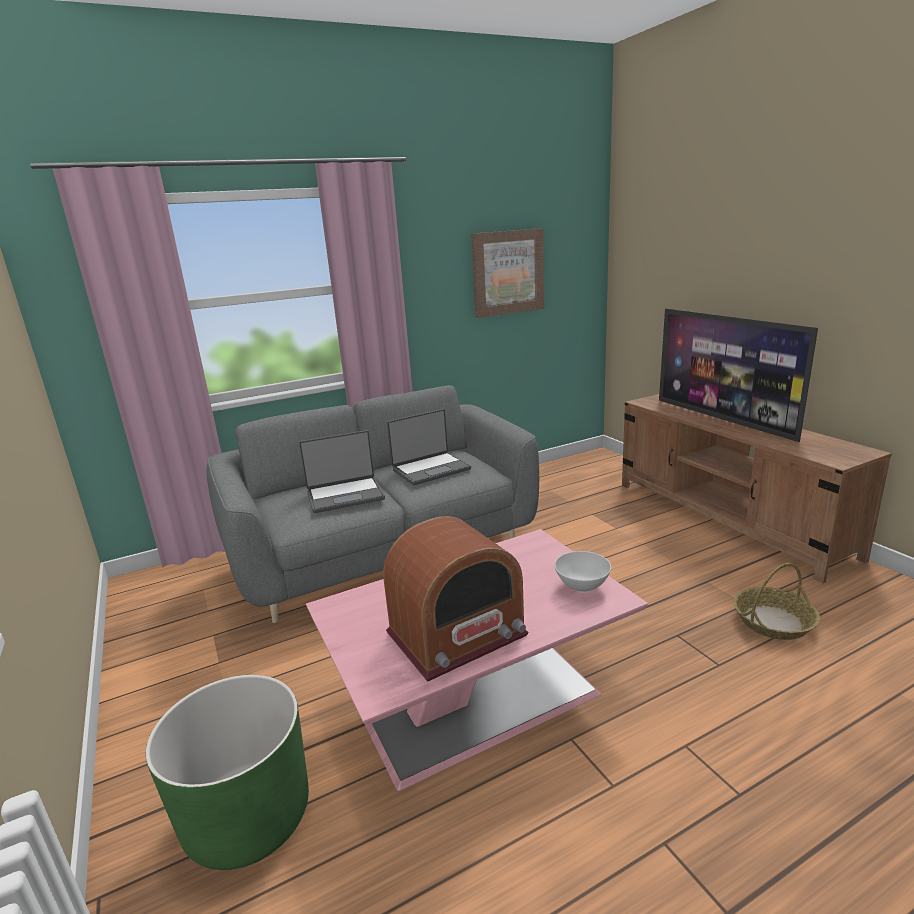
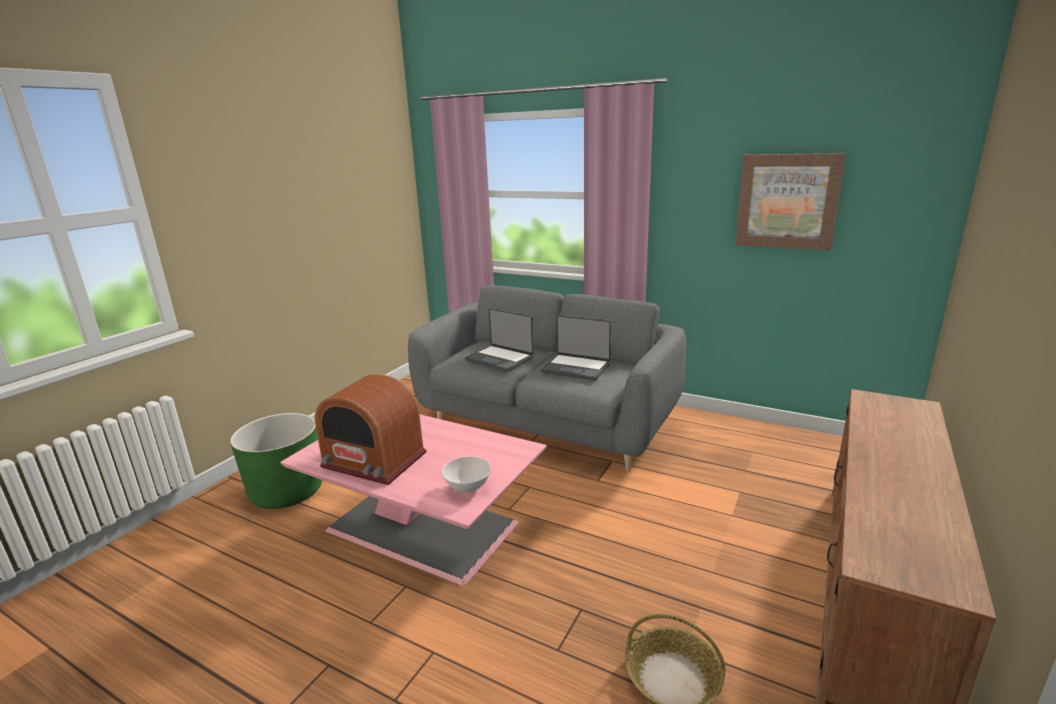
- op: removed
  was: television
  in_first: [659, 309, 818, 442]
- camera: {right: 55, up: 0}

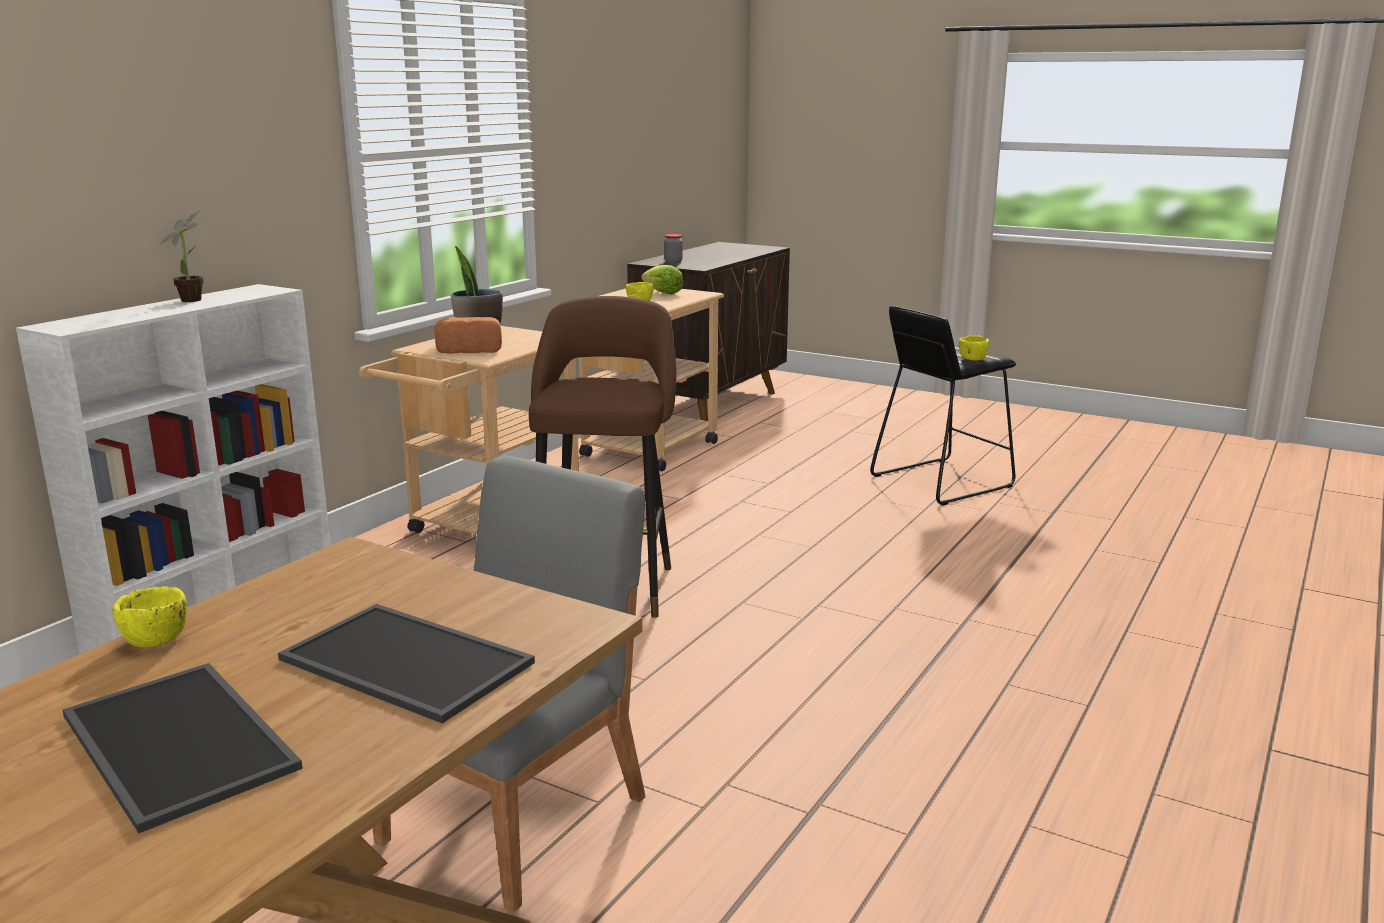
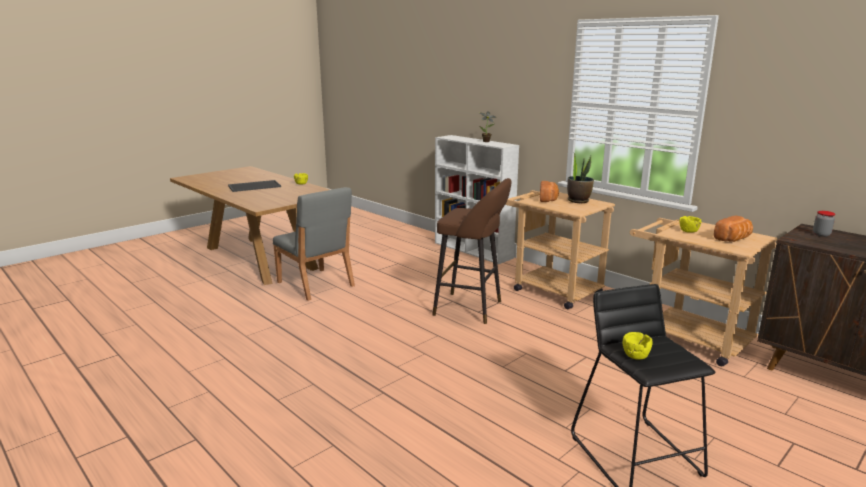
- op: replaced
  was: lettuce
  now: bread
  in_first: [641, 265, 683, 294]
  in_second: [714, 215, 753, 242]
- op: removed
  was: tray
  in_first: [278, 604, 535, 723]
- camera: {right: 105, up: 0}

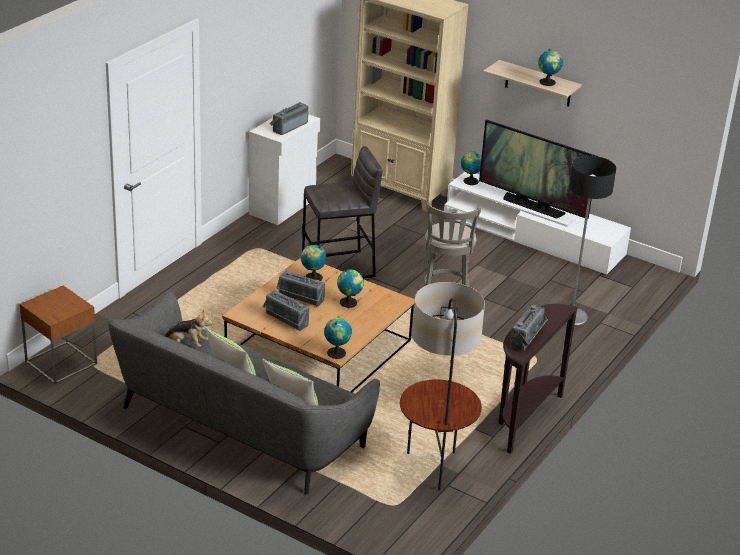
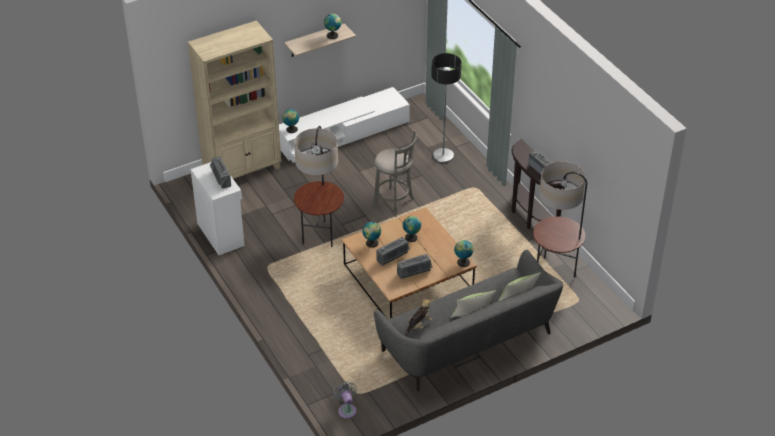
- op: removed
  was: television
  in_first: [479, 119, 596, 219]
- op: replaced
  was: grey stool
  now: floor lamp
  in_first: [302, 146, 382, 279]
  in_second: [294, 126, 344, 247]
- op: replaced
  was: brown side table
  now: grey fan
  in_first: [20, 286, 97, 384]
  in_second: [333, 382, 357, 419]
- camera: {right: -60, up: 10}

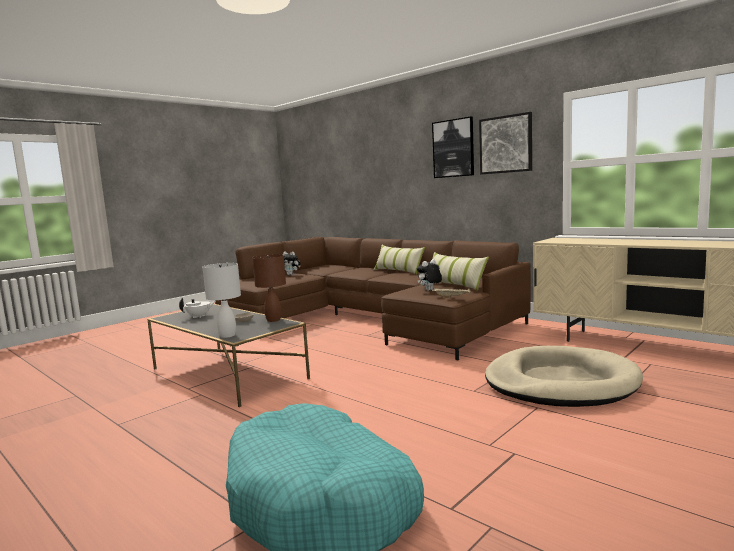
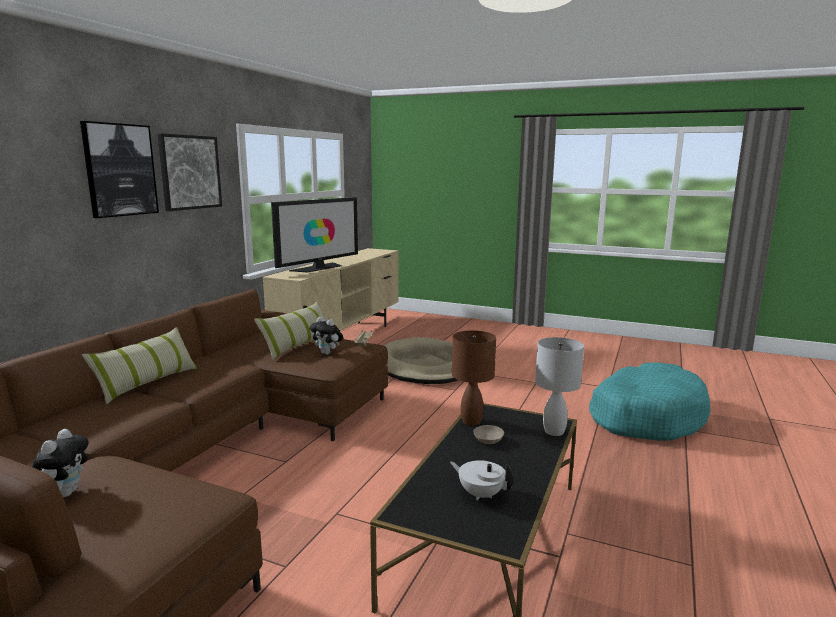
- op: added
  now: television
  in_second: [271, 197, 358, 273]
- camera: {right: -110, up: 5}

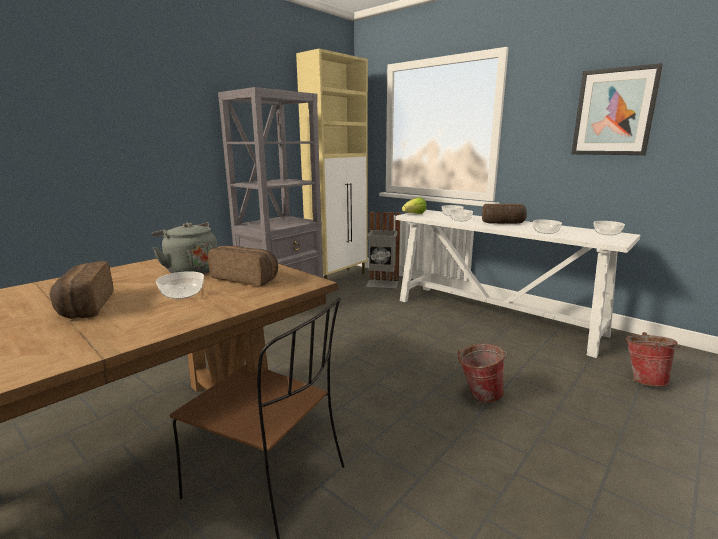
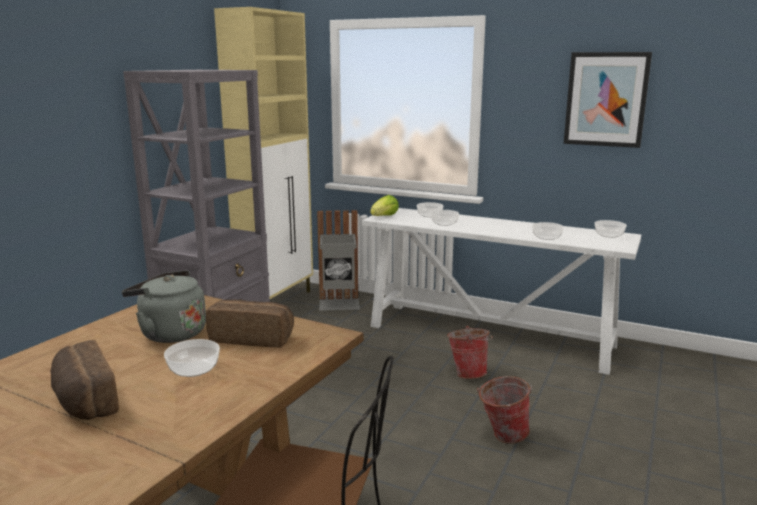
- op: removed
  was: bread
  in_first: [482, 204, 527, 224]
- op: moved
  was: bucket
  in_first: [626, 332, 681, 386]
  in_second: [447, 326, 493, 379]
- camera: {right: -15, up: 0}

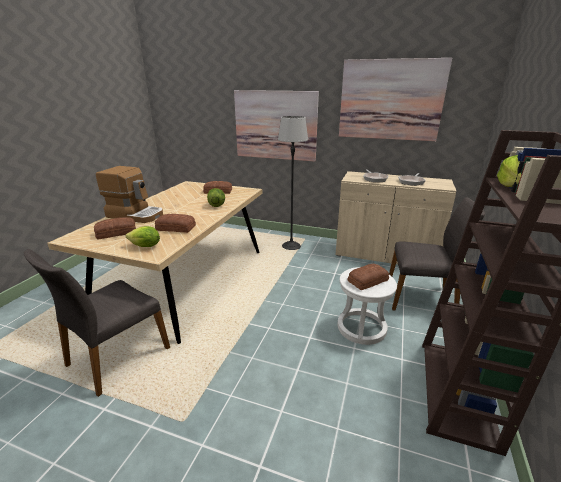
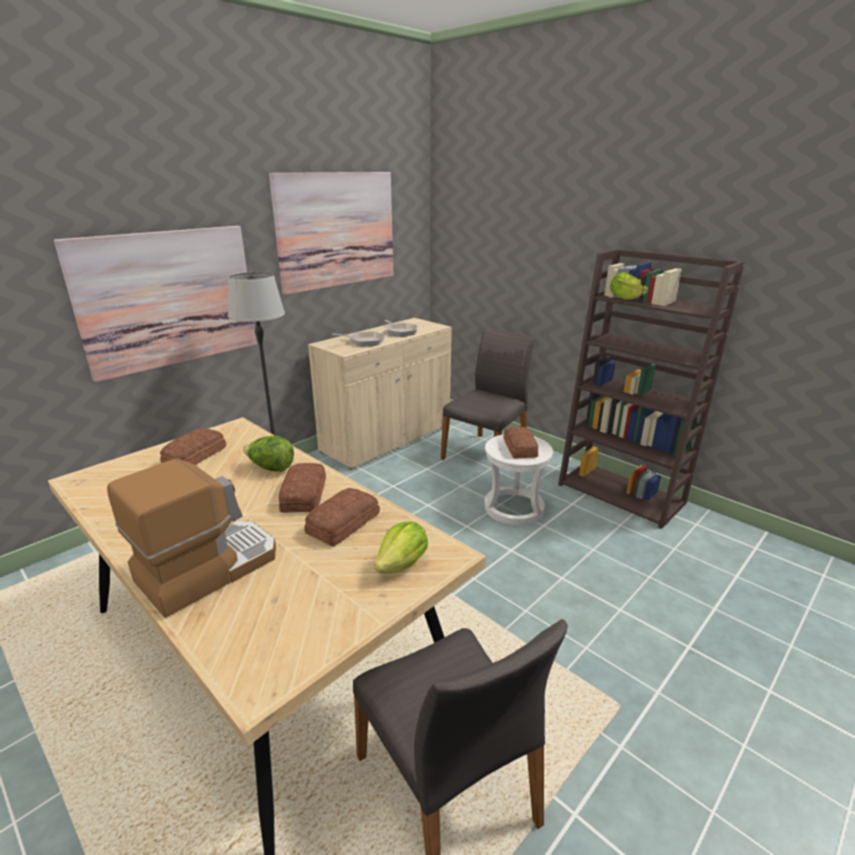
- op: moved
  was: bread
  in_first: [94, 217, 136, 240]
  in_second: [279, 463, 326, 513]
- camera: {right: -65, up: 0}

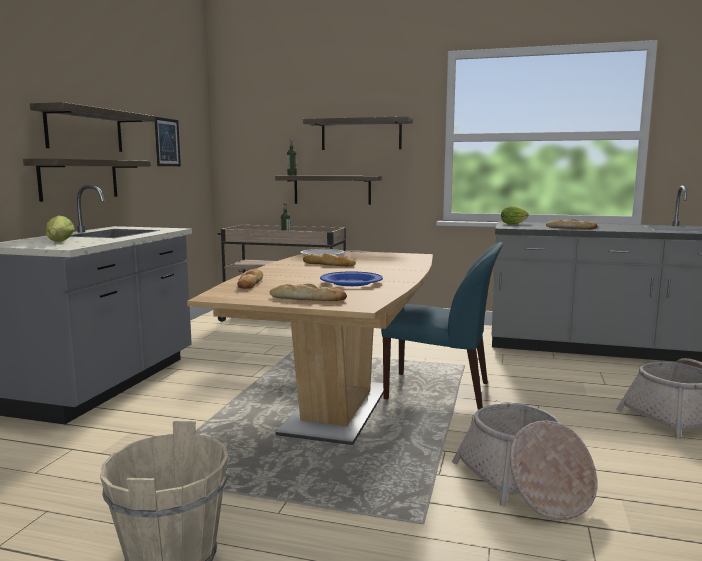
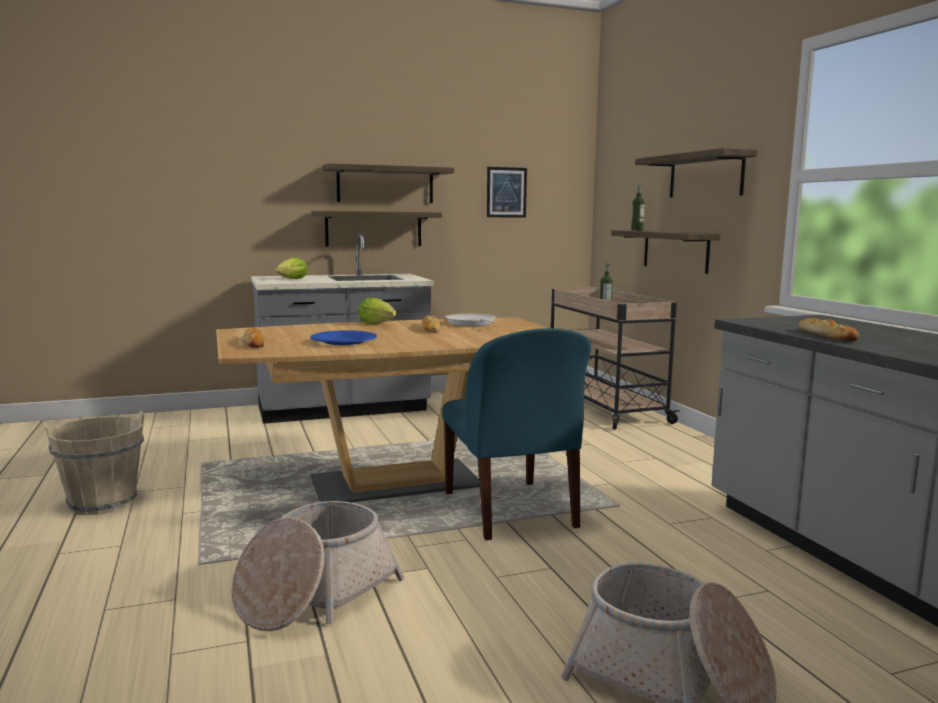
- op: moved
  was: lettuce
  in_first: [501, 206, 529, 224]
  in_second: [358, 297, 396, 324]
- op: removed
  was: bread
  in_first: [237, 268, 263, 289]
- camera: {right: 55, up: 0}

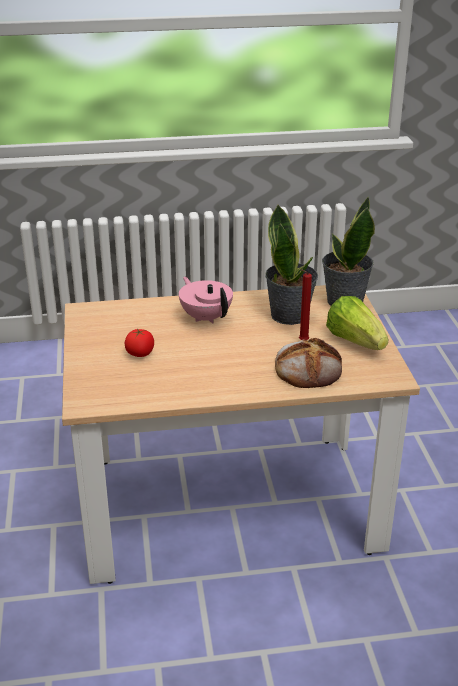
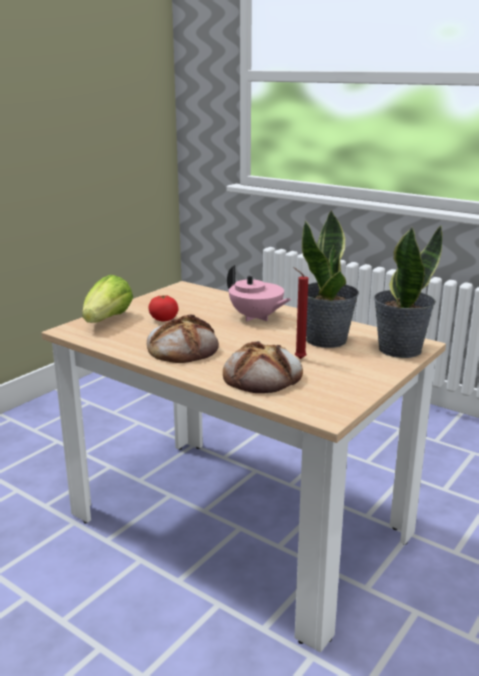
- op: turned
  was: pink teapot
  in_first: [179, 276, 233, 324]
  in_second: [227, 265, 291, 322]
  clockwise: 120
- op: moved
  was: lettuce
  in_first: [326, 296, 388, 350]
  in_second: [82, 275, 133, 323]
- op: added
  now: bread
  in_second: [147, 314, 219, 363]
- camera: {right: 45, up: -10}

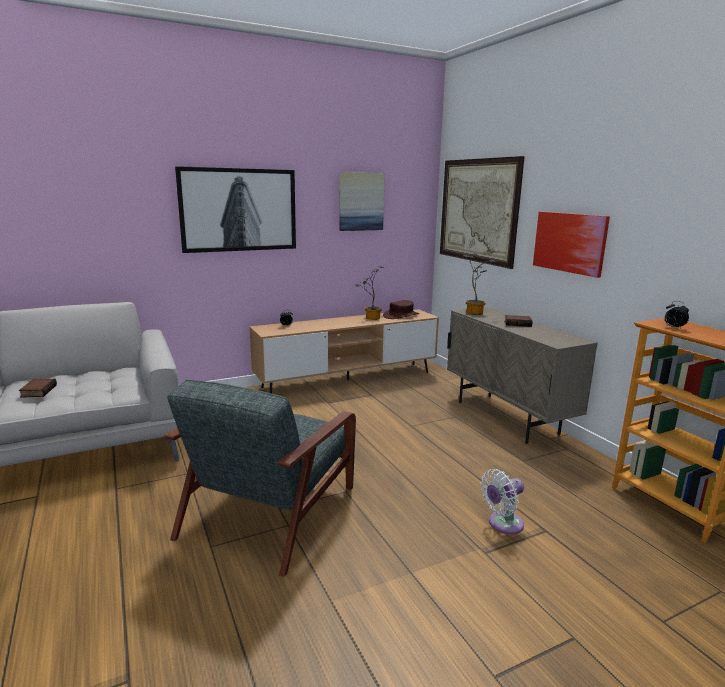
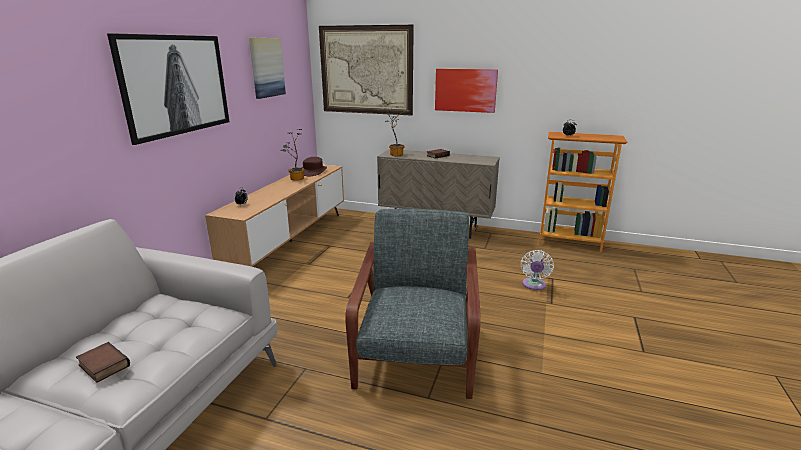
- op: turned
  was: grey armchair
  in_first: [164, 380, 356, 577]
  in_second: [345, 209, 481, 399]
  clockwise: -150
- camera: {right: -45, up: 5}

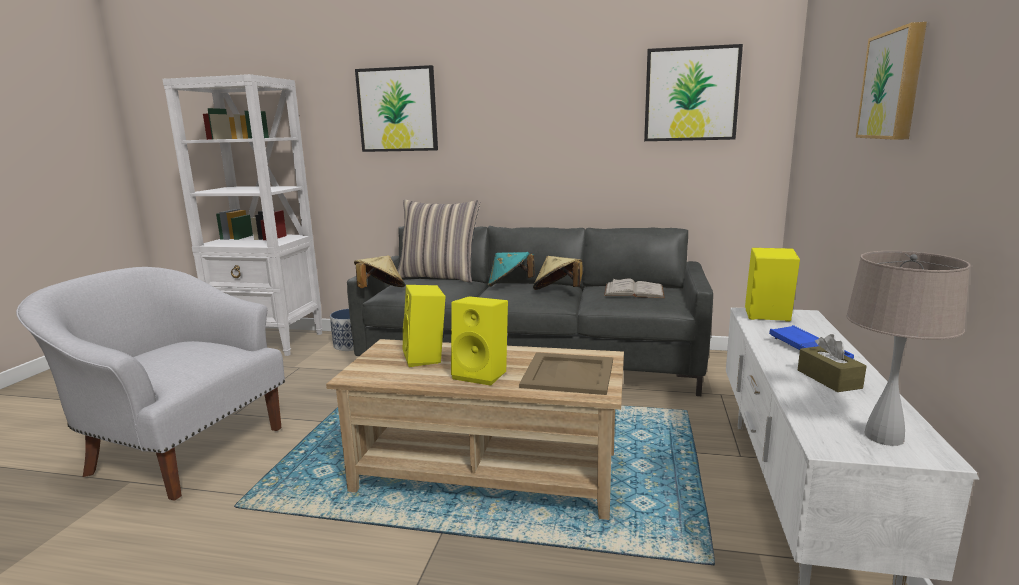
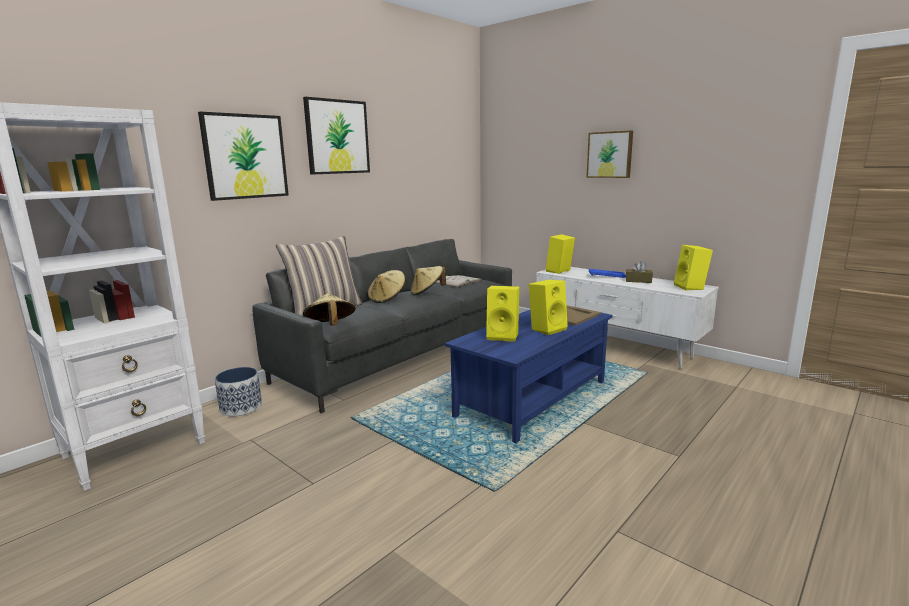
- op: moved
  was: picture
  in_first: [644, 44, 743, 141]
  in_second: [303, 97, 370, 175]
- op: replaced
  was: beige table lamp
  now: yellow speaker
  in_first: [846, 251, 970, 446]
  in_second: [674, 245, 713, 291]
- op: recoloured
  was: turquoise hat
  now: beige hat
  in_first: [488, 252, 535, 287]
  in_second: [368, 270, 406, 303]
- op: removed
  was: white armchair
  in_first: [16, 267, 285, 501]
- op: recoloured
  was: beige coffee table
  now: blue coffee table
  in_first: [326, 339, 624, 520]
  in_second: [445, 310, 612, 443]
- camera: {right: -60, up: 0}

